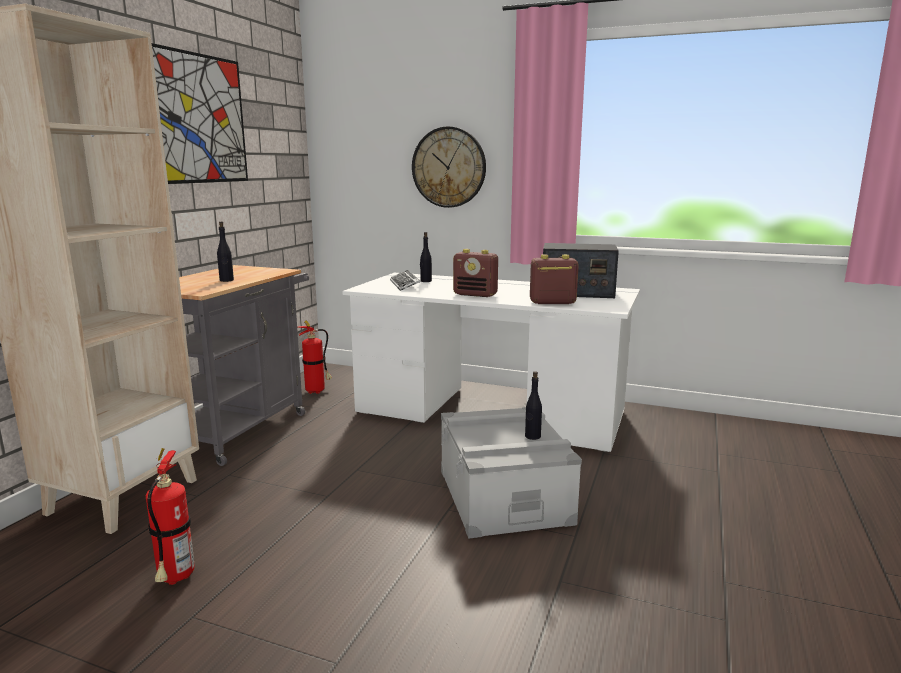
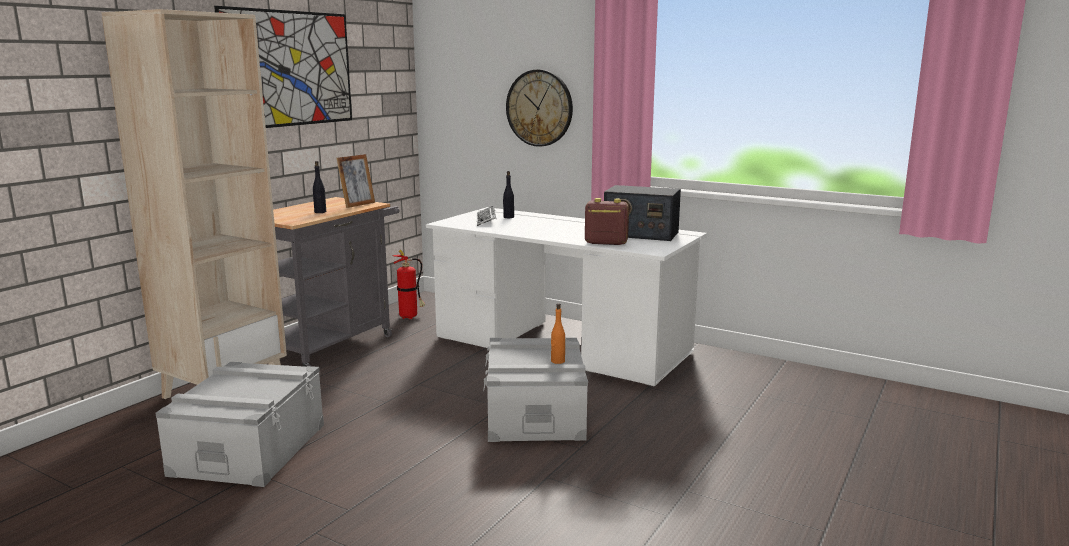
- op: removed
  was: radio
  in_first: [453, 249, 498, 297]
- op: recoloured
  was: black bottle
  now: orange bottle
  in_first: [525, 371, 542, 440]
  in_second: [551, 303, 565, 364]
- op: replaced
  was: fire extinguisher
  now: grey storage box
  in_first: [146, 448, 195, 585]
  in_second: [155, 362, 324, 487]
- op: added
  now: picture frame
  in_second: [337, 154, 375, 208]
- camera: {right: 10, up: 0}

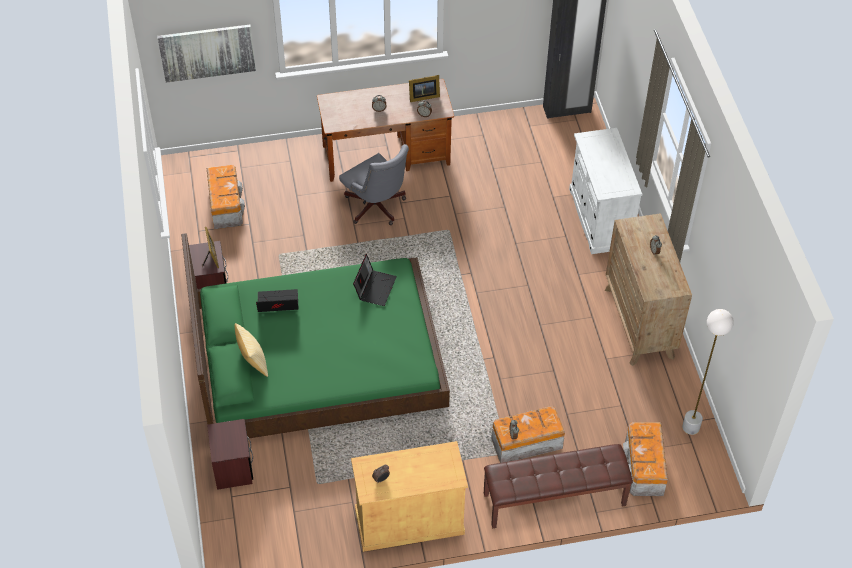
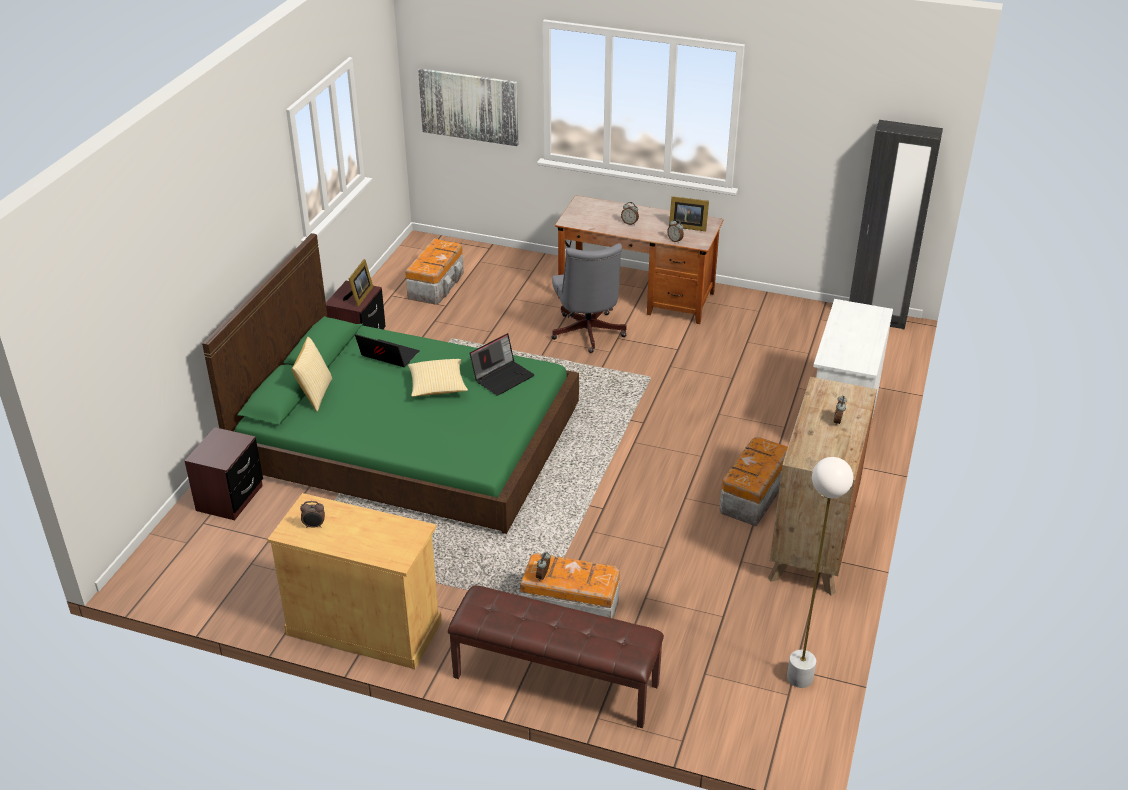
- op: moved
  was: storage box
  in_first: [623, 422, 668, 496]
  in_second: [719, 437, 788, 527]
- op: added
  now: pillow
  in_second: [408, 359, 468, 397]
- camera: {right: 30, up: -15}

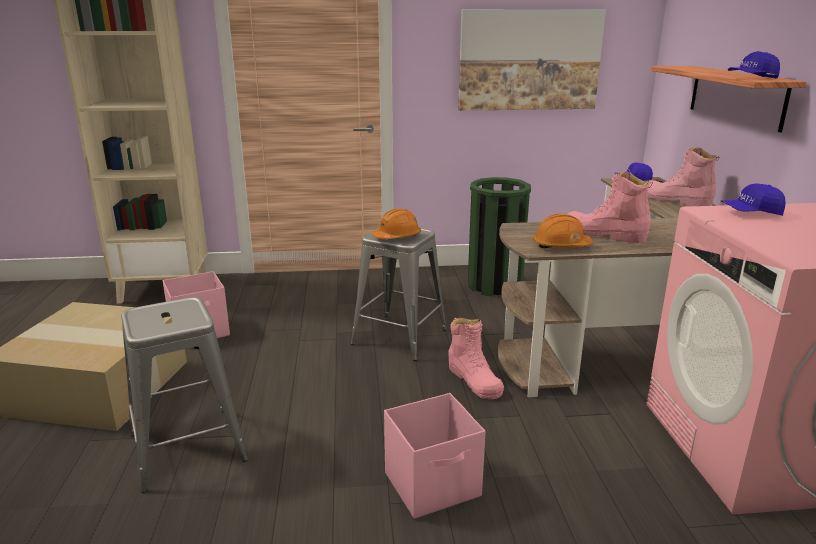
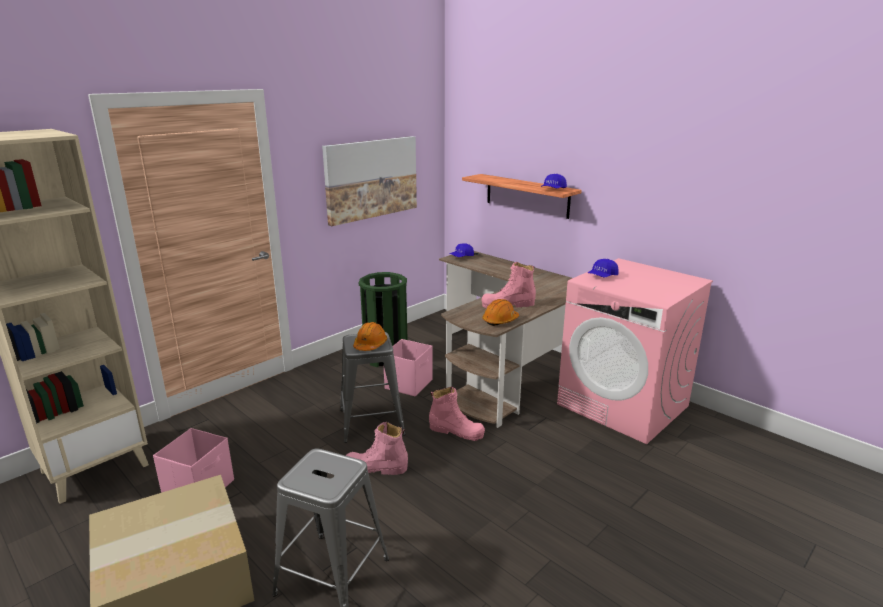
- op: moved
  was: pink boot
  in_first: [648, 148, 719, 206]
  in_second: [346, 422, 408, 475]
- op: moved
  was: pink storage box
  in_first: [384, 393, 486, 519]
  in_second: [384, 339, 433, 397]
- camera: {right: -40, up: 0}

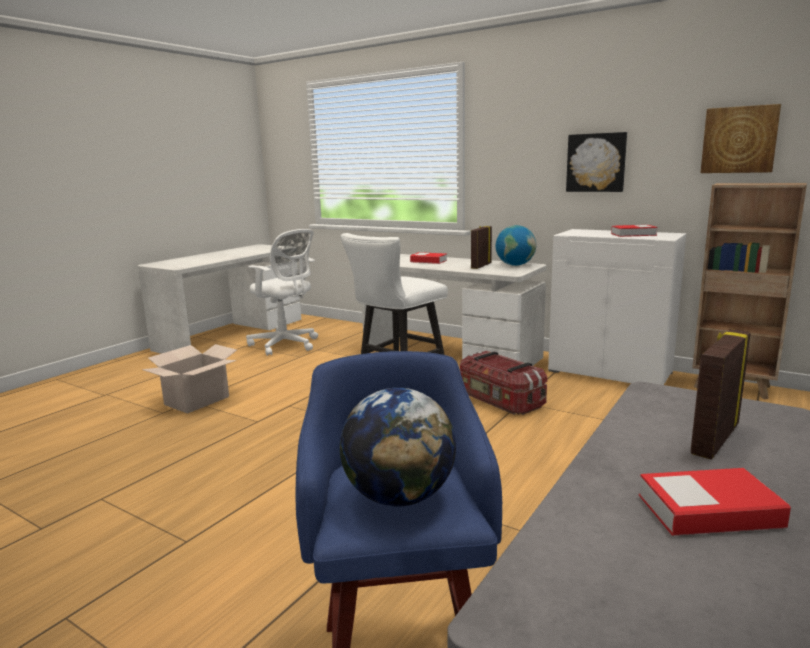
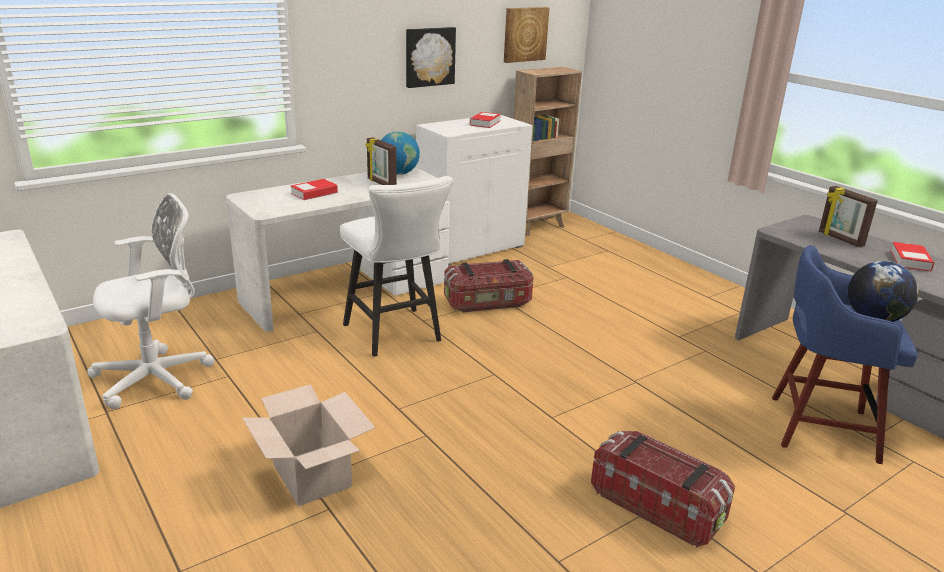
- op: added
  now: storage box
  in_second: [591, 431, 735, 548]
- camera: {right: -70, up: 10}

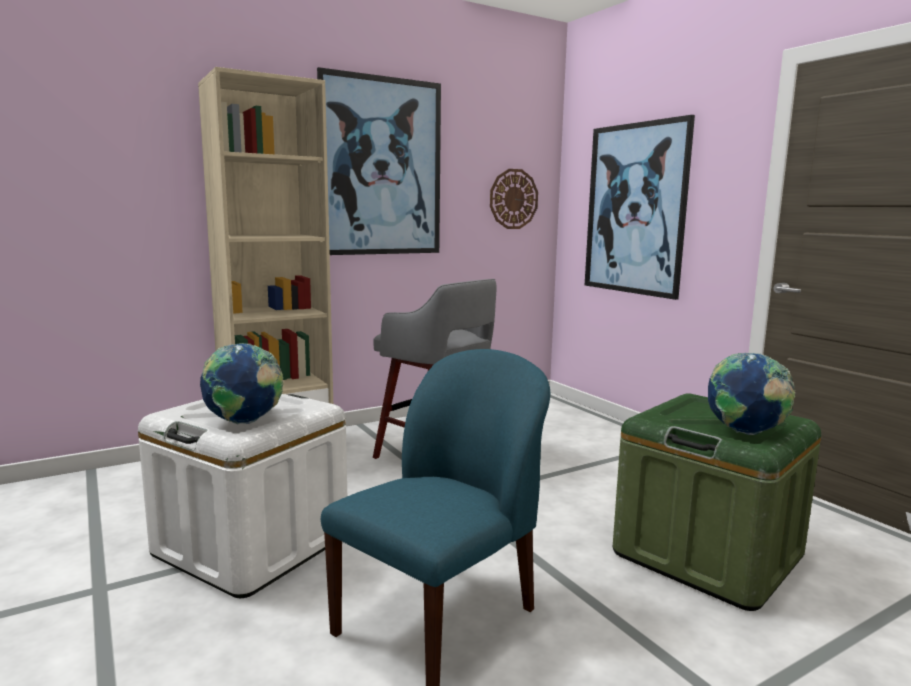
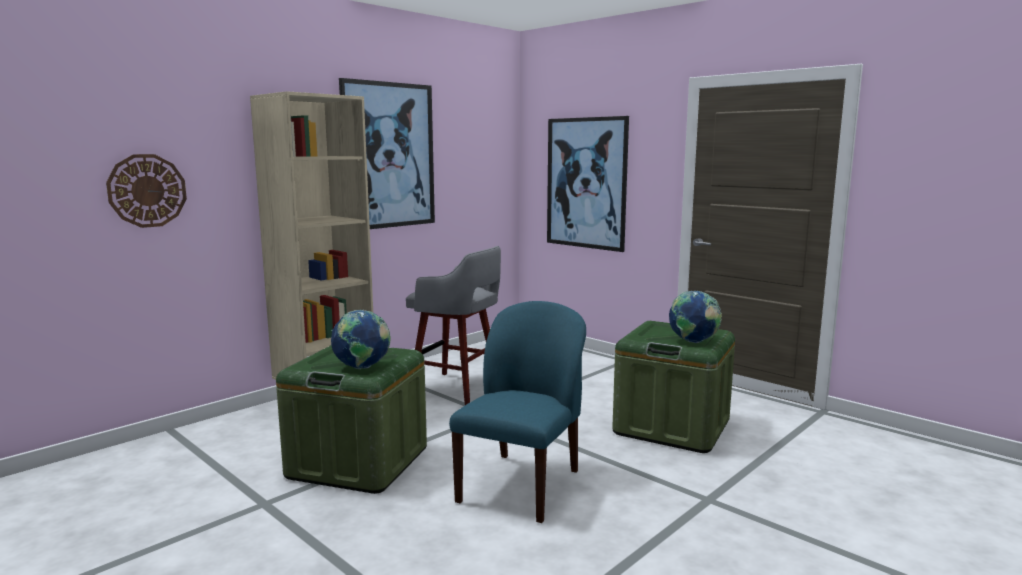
- op: moved
  was: wall clock
  in_first: [490, 169, 538, 229]
  in_second: [106, 154, 187, 228]
- op: recoloured
  was: white storage box
  now: green storage box
  in_first: [138, 394, 347, 598]
  in_second: [276, 345, 427, 494]
- camera: {right: -15, up: 0}

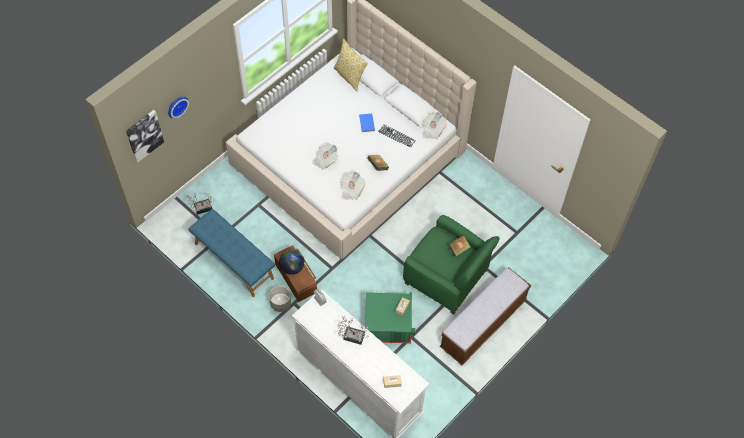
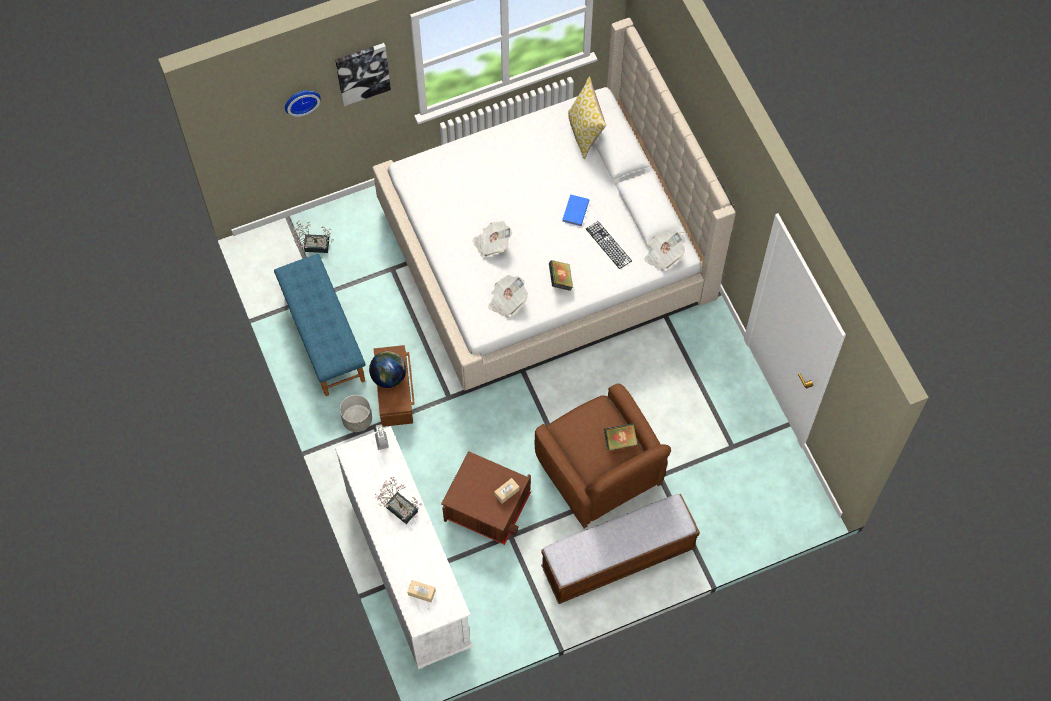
- op: moved
  was: picture
  in_first: [126, 110, 164, 163]
  in_second: [335, 43, 391, 106]
- op: recoloured
  was: green armchair
  now: brown armchair
  in_first: [403, 215, 500, 315]
  in_second: [535, 384, 671, 529]
- op: recoloured
  was: green storage box
  now: brown storage box
  in_first: [365, 292, 416, 343]
  in_second: [441, 451, 531, 545]
- camera: {right: 25, up: 5}

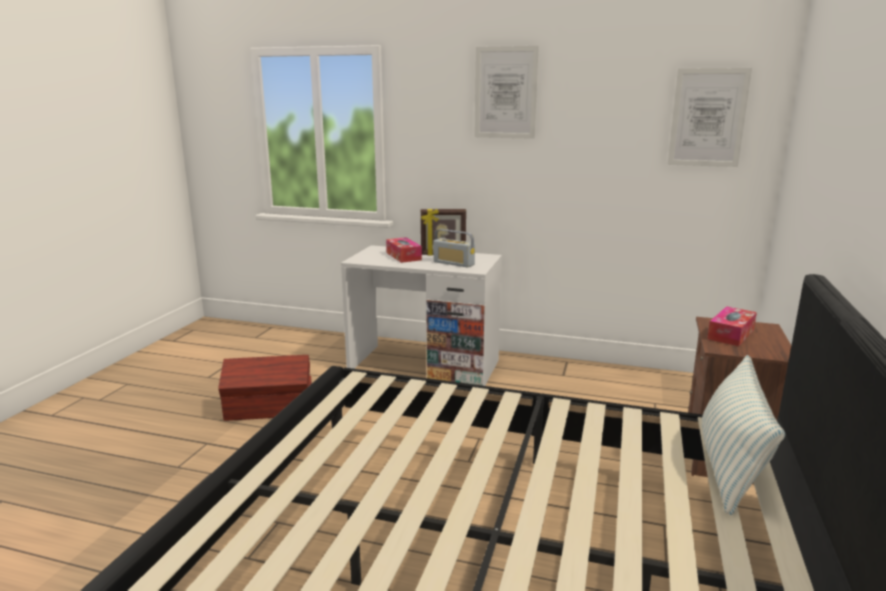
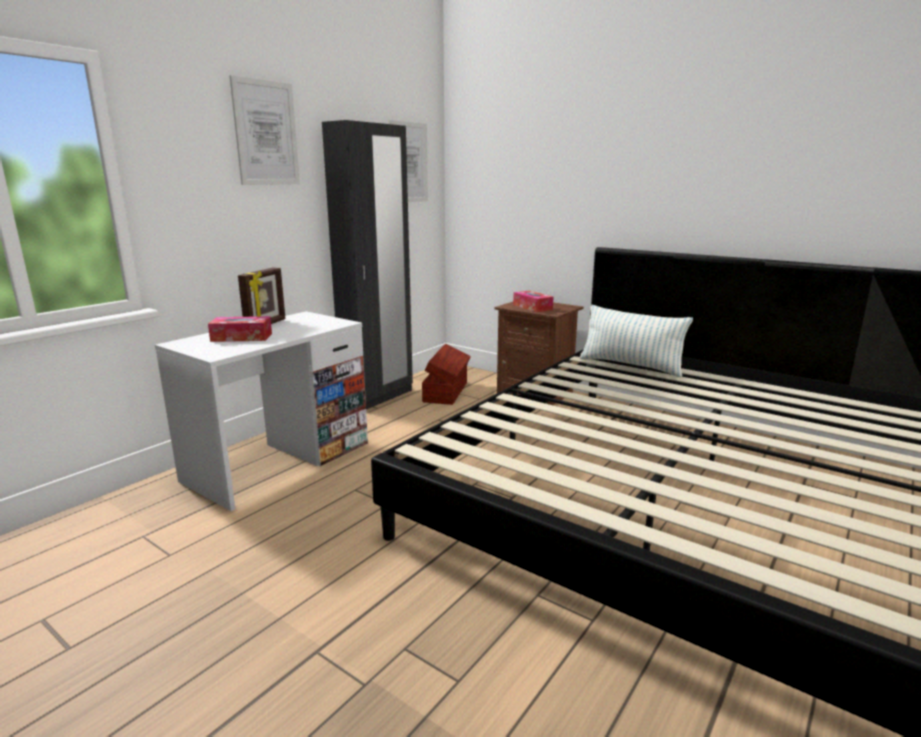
- op: removed
  was: radio
  in_first: [433, 229, 475, 268]
- op: moved
  was: brown storage box
  in_first: [218, 355, 312, 421]
  in_second: [422, 344, 471, 405]
- op: added
  now: black wardrobe
  in_second: [322, 120, 413, 409]
- camera: {right: -70, up: 0}

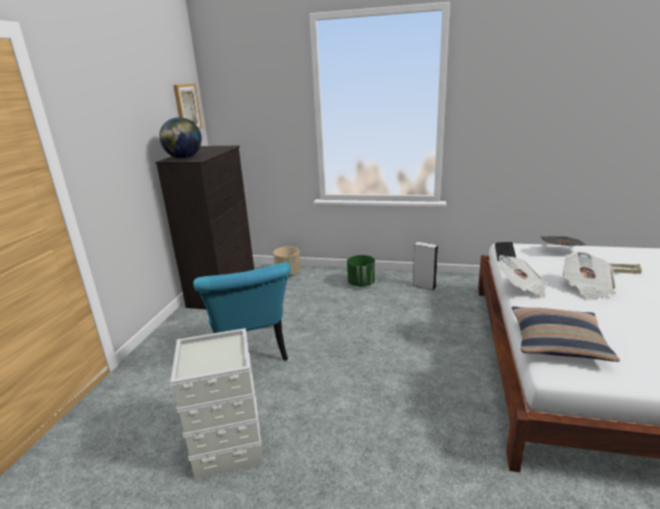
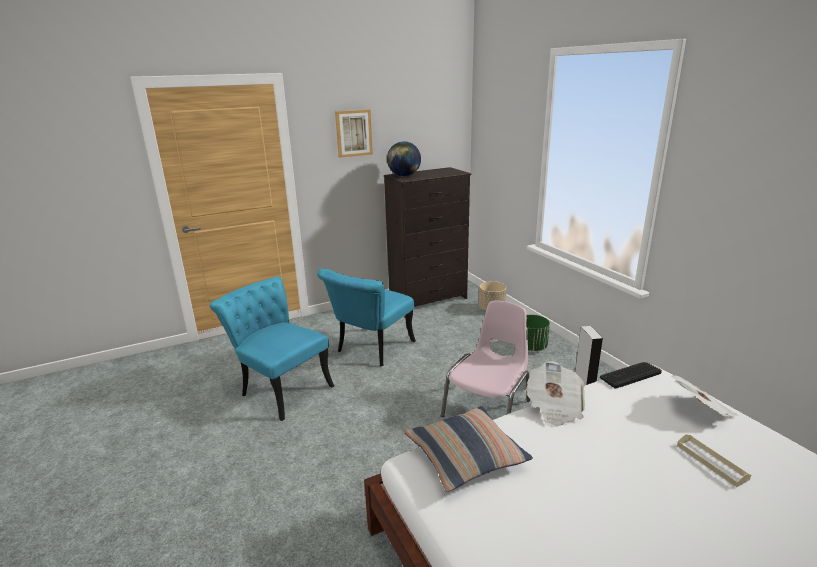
- op: moved
  was: picture
  in_first: [173, 83, 203, 129]
  in_second: [335, 110, 373, 158]
- op: removed
  was: newspaper
  in_first: [562, 252, 616, 300]
- op: replaced
  was: grey storage box
  now: turquoise chair
  in_first: [170, 328, 263, 479]
  in_second: [210, 277, 334, 421]
- op: added
  now: pink chair
  in_second: [441, 300, 530, 417]
- camera: {right: 50, up: 0}

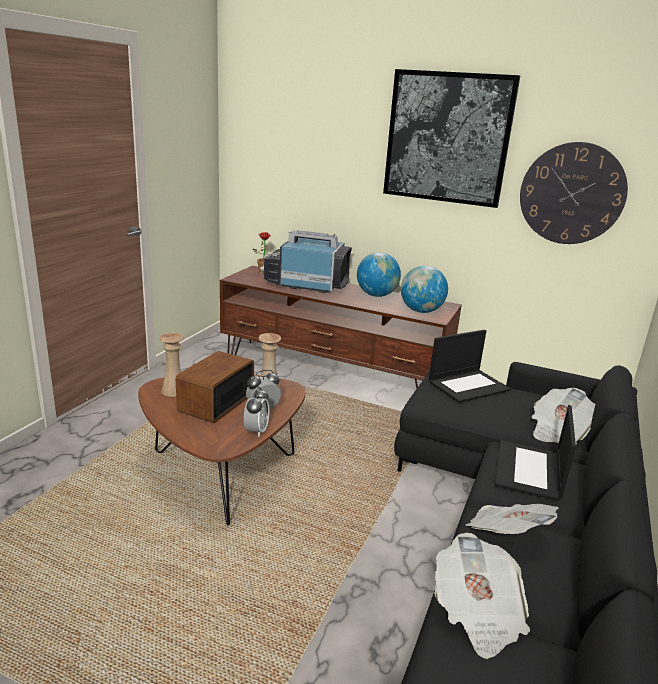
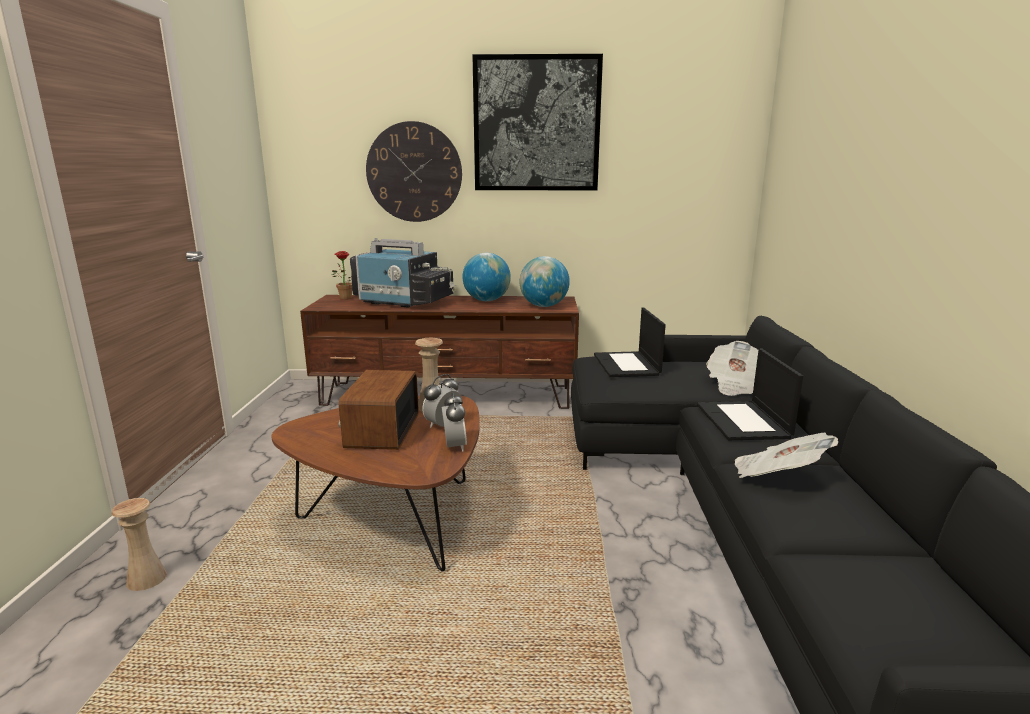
- op: moved
  was: wall clock
  in_first: [520, 142, 628, 244]
  in_second: [366, 121, 462, 222]
- op: turned
  was: television
  in_first: [260, 230, 352, 293]
  in_second: [350, 238, 456, 308]
  clockwise: -150
- op: turned
  was: laptop
  in_first: [429, 330, 511, 403]
  in_second: [594, 307, 666, 377]
  clockwise: 135
- op: moved
  was: beige vase
  in_first: [160, 333, 184, 397]
  in_second: [112, 498, 167, 591]
- op: removed
  was: newspaper
  in_first: [434, 533, 530, 659]
- camera: {right: -20, up: -5}

